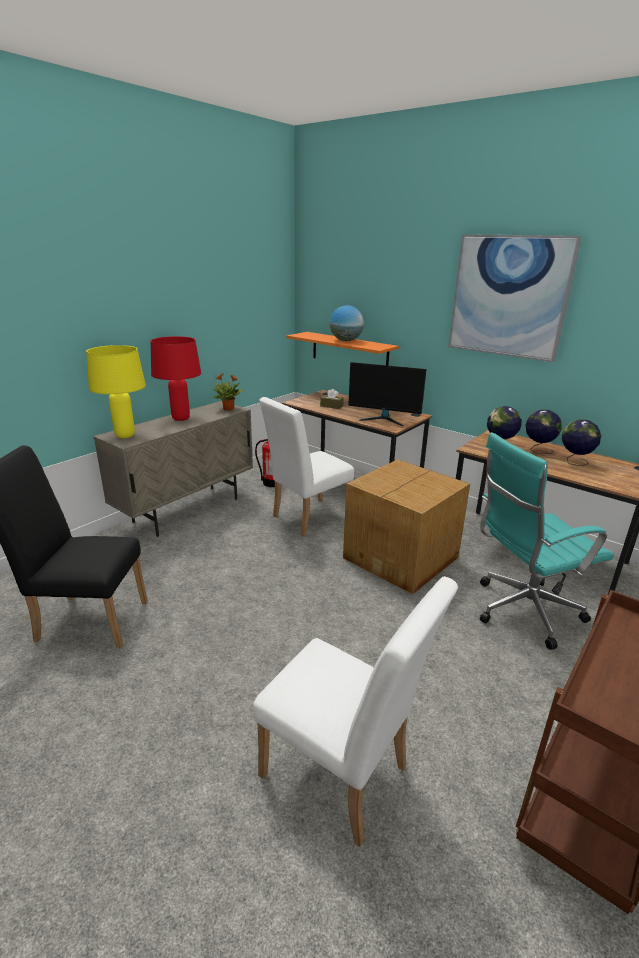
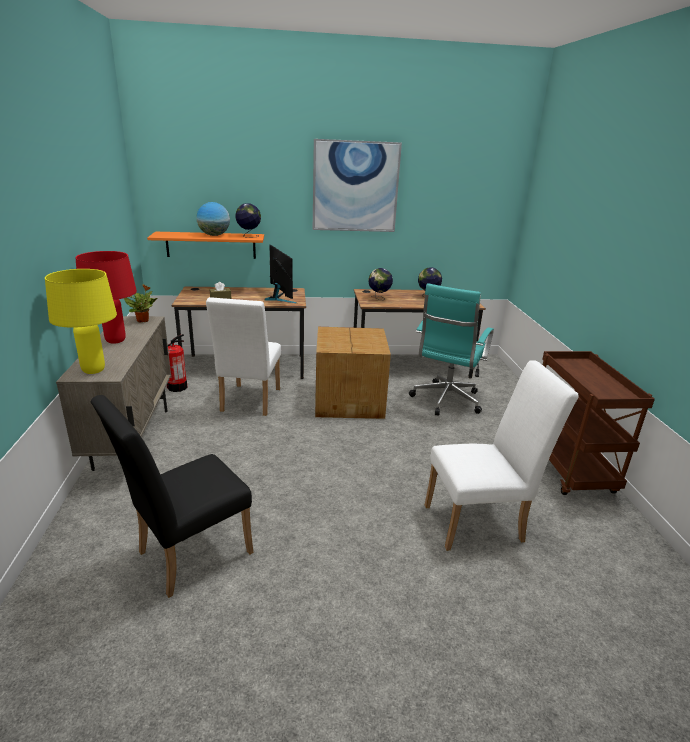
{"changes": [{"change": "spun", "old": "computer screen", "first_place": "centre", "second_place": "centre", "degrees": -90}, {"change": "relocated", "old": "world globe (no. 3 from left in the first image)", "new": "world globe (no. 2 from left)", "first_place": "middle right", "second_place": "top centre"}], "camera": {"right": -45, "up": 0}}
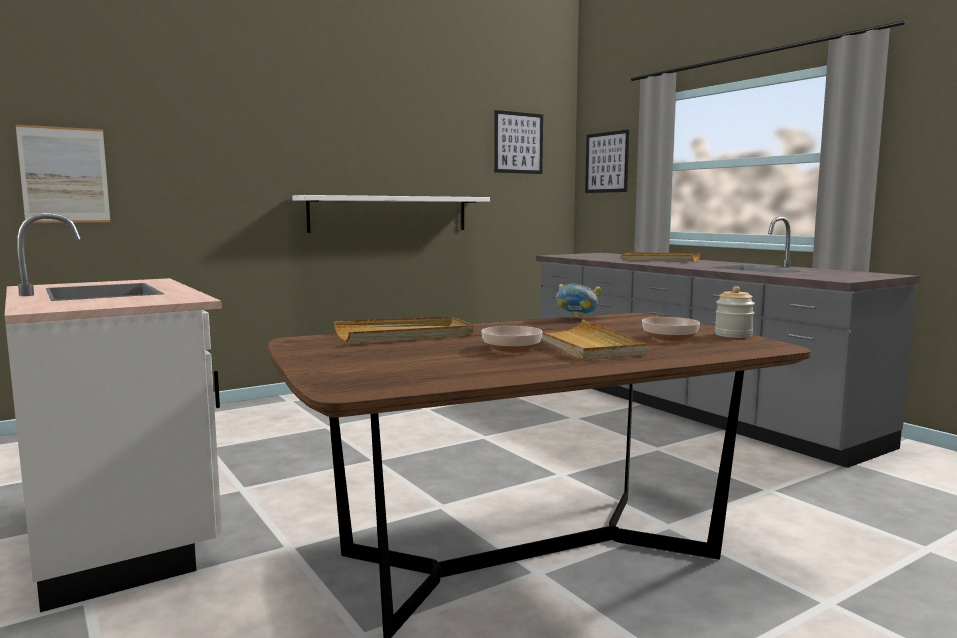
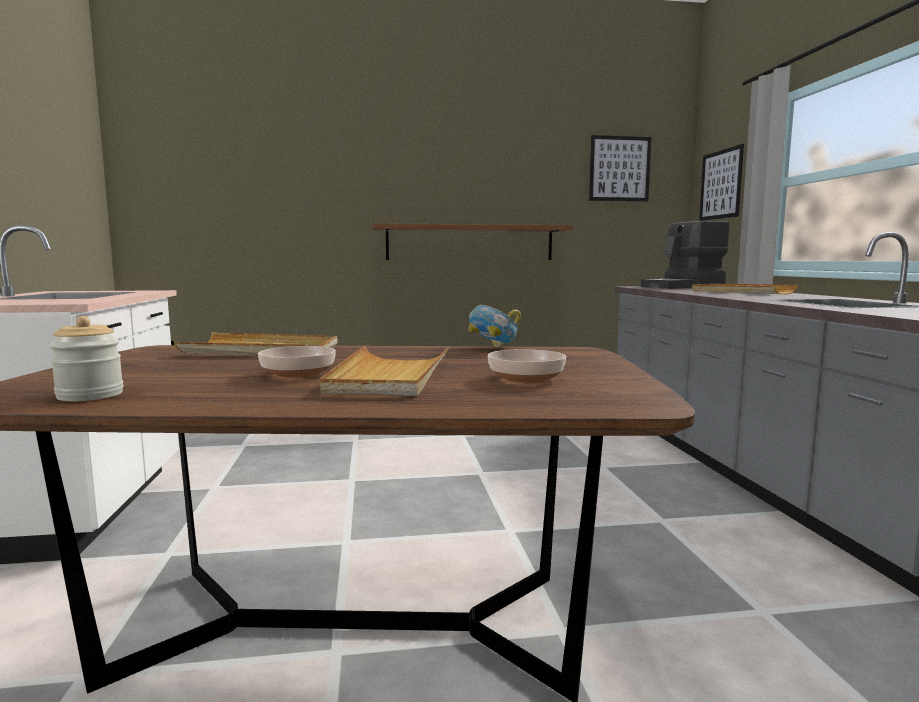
{"changes": [{"change": "missing", "old": "wall art (no. 1 from left)", "first_place": "top left"}, {"change": "colour", "old": "white bracket shelf", "new": "brownish bracket shelf", "first_place": "centre", "second_place": "centre"}, {"change": "relocated", "old": "storage jar", "first_place": "middle right", "second_place": "middle left"}, {"change": "appeared", "new": "coffee maker", "second_place": "middle right"}], "camera": {"right": 25, "up": 0}}
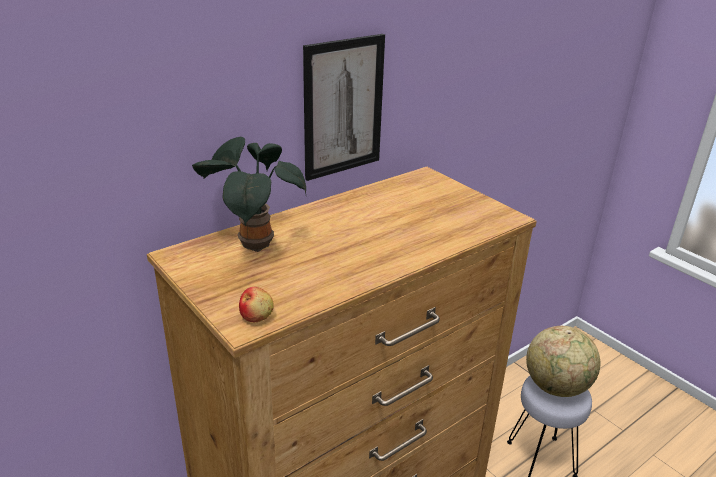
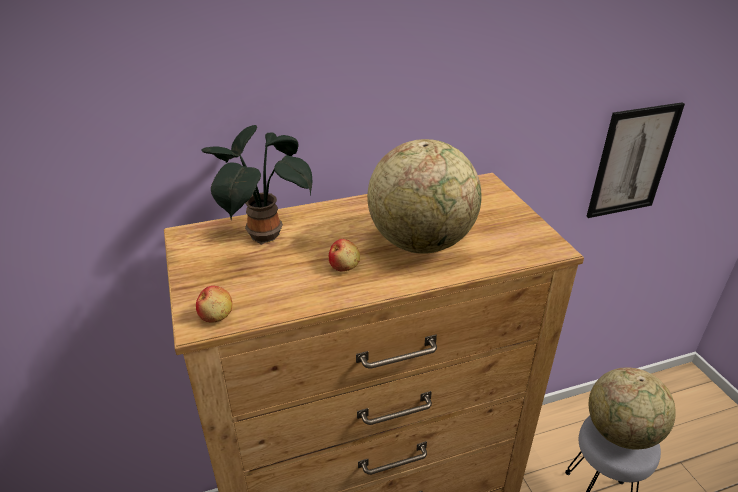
{"changes": [{"change": "relocated", "old": "wall art", "first_place": "top centre", "second_place": "top right"}, {"change": "appeared", "new": "world globe (no. 1 from left)", "second_place": "centre"}, {"change": "appeared", "new": "apple (no. 2 from left)", "second_place": "centre"}], "camera": {"right": 20, "up": 5}}
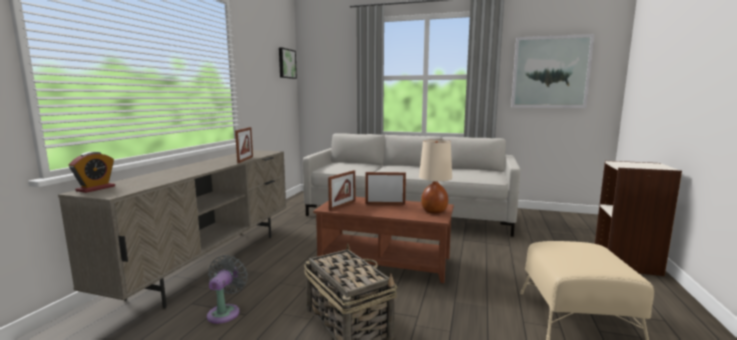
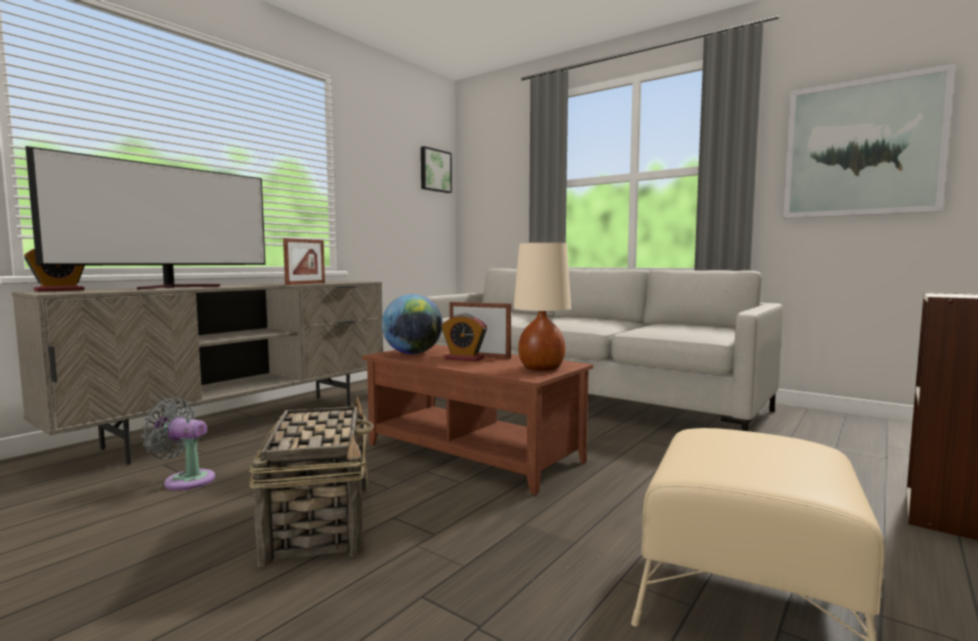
{"changes": [{"change": "exchanged", "old": "picture frame (no. 2 from left)", "new": "world globe", "first_place": "centre", "second_place": "centre"}, {"change": "spun", "old": "gray fan", "first_place": "bottom left", "second_place": "bottom left", "degrees": -105}, {"change": "appeared", "new": "TV set", "second_place": "middle left"}, {"change": "appeared", "new": "bedside clock (no. 2 from left)", "second_place": "centre"}], "camera": {"right": 20, "up": -5}}
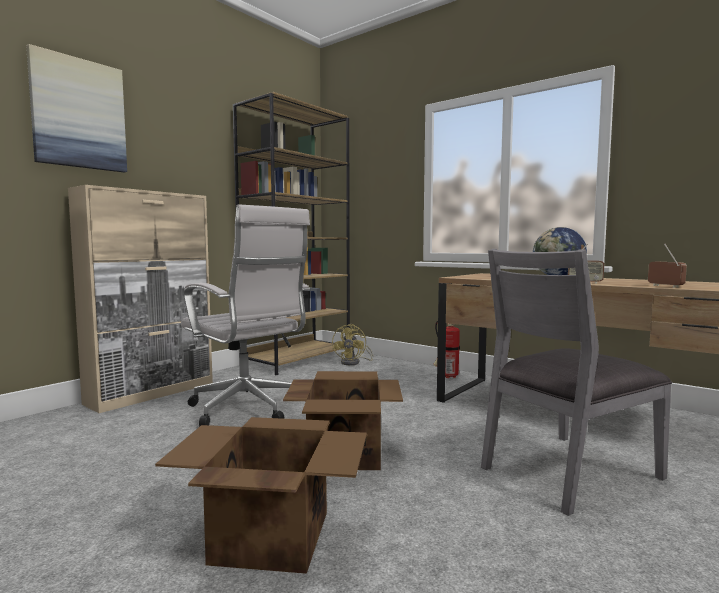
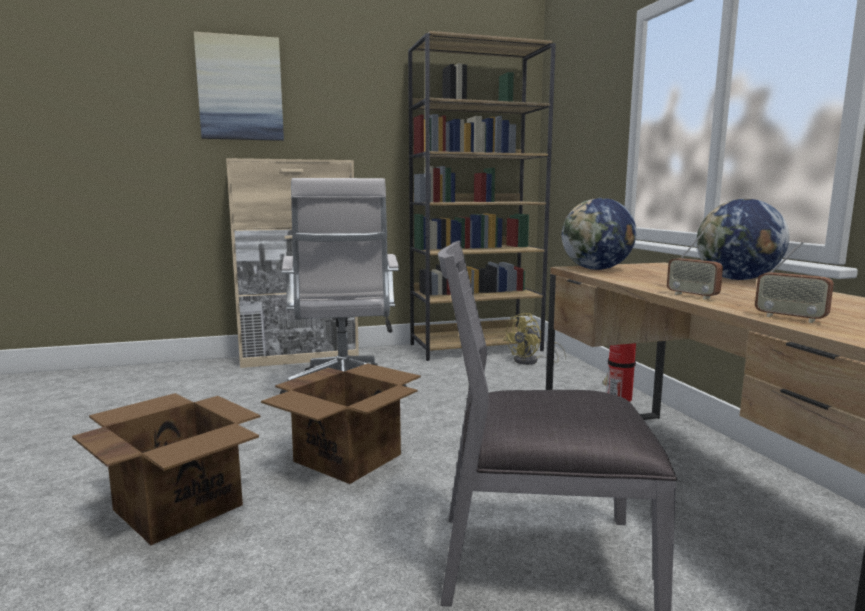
{"changes": [{"change": "spun", "old": "radio (no. 2 from left)", "first_place": "middle right", "second_place": "middle right", "degrees": 120}, {"change": "appeared", "new": "world globe (no. 1 from left)", "second_place": "middle right"}], "camera": {"right": 35, "up": 5}}
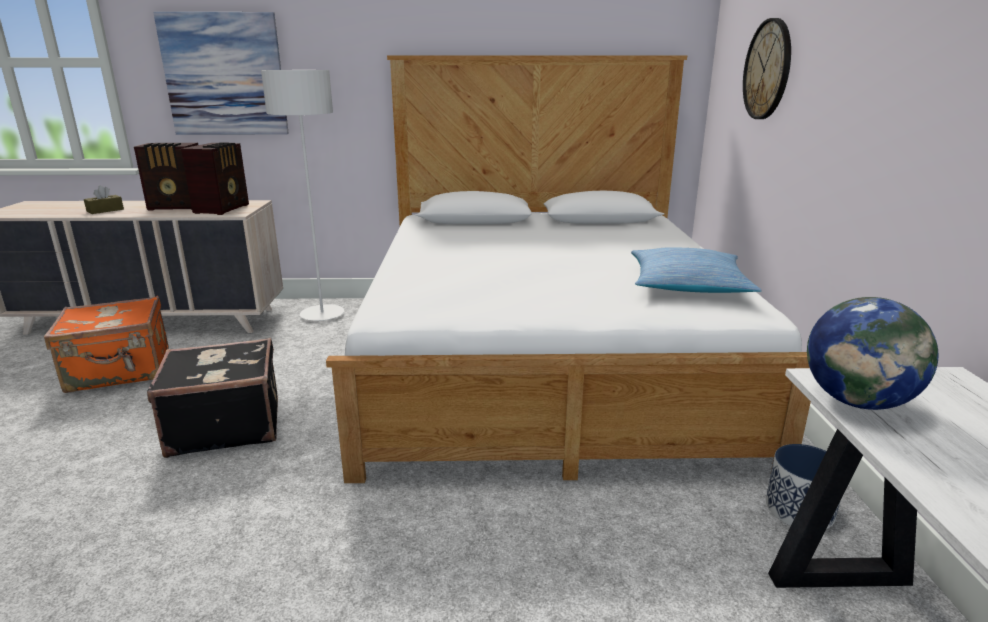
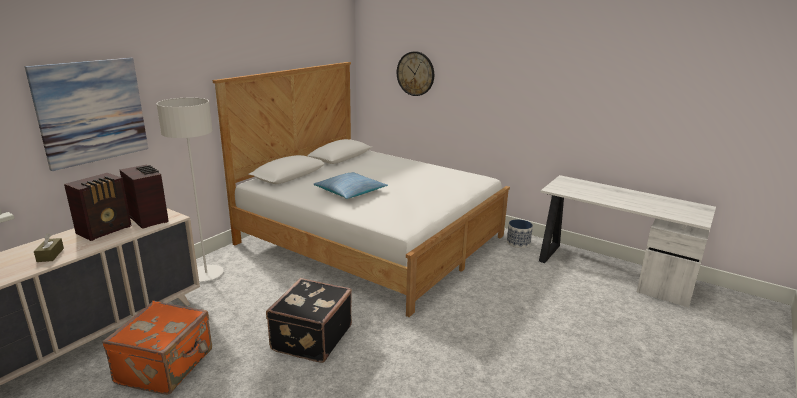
{"changes": [{"change": "relocated", "old": "cushion", "first_place": "middle right", "second_place": "centre"}, {"change": "missing", "old": "world globe", "first_place": "middle right"}], "camera": {"right": -55, "up": 0}}
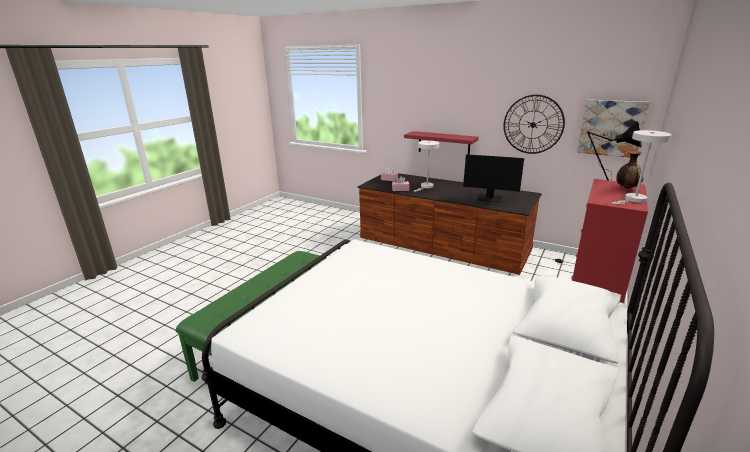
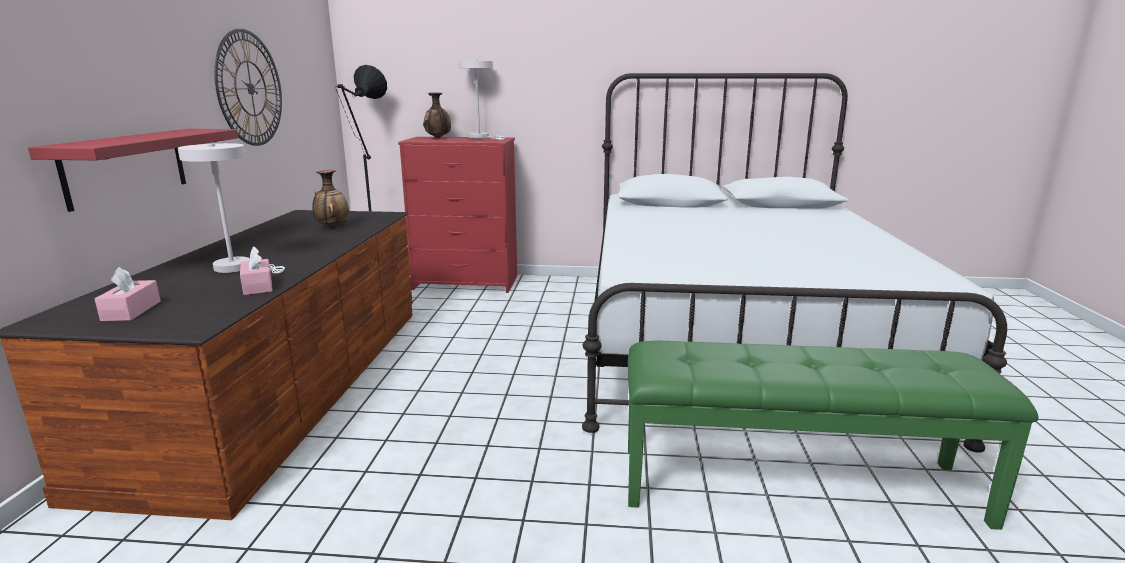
{"changes": [{"change": "missing", "old": "wall art", "first_place": "top right"}, {"change": "exchanged", "old": "computer screen", "new": "decorative vase (no. 1 from left)", "first_place": "centre", "second_place": "middle left"}], "camera": {"right": -115, "up": -5}}
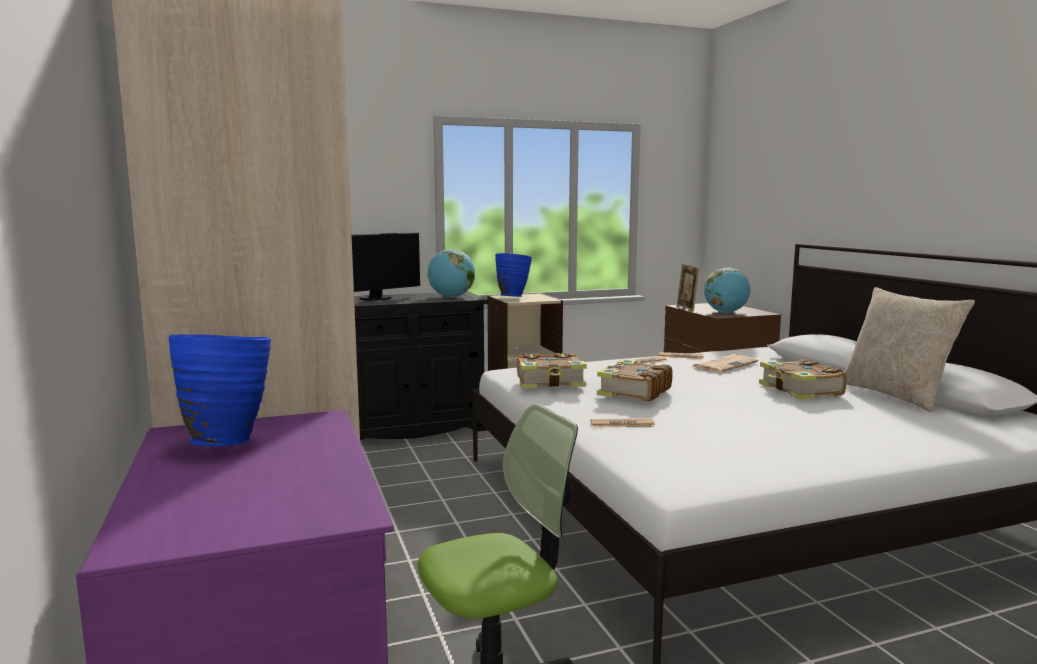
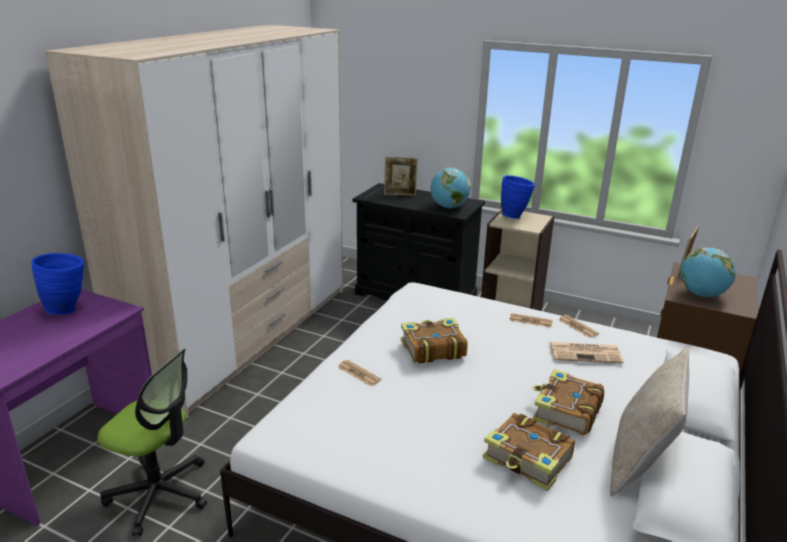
{"changes": [{"change": "exchanged", "old": "computer screen", "new": "picture frame (no. 1 from left)", "first_place": "centre", "second_place": "top centre"}, {"change": "relocated", "old": "book (no. 1 from left in the first image)", "new": "book (no. 2 from left)", "first_place": "centre", "second_place": "bottom right"}], "camera": {"right": 45, "up": 15}}
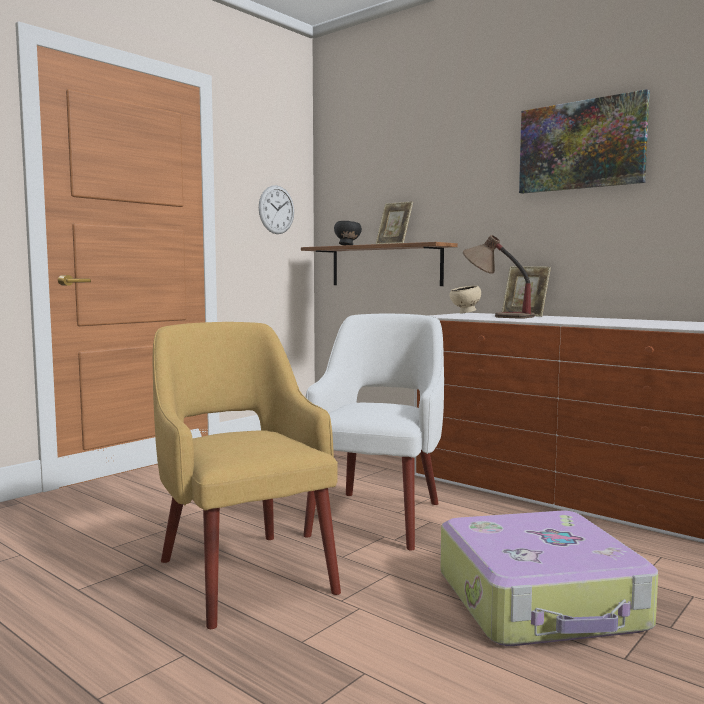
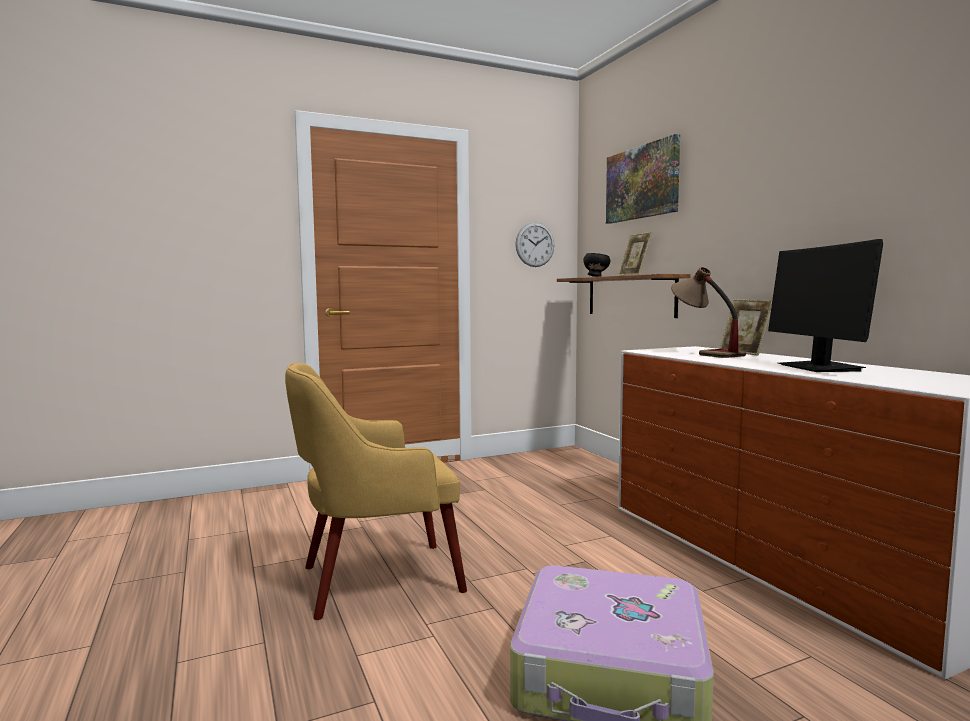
{"changes": [{"change": "relocated", "old": "wall art", "first_place": "top right", "second_place": "top centre"}, {"change": "missing", "old": "beige-coloured bowl", "first_place": "centre"}, {"change": "missing", "old": "white armchair", "first_place": "centre"}, {"change": "spun", "old": "yellowish armchair", "first_place": "bottom centre", "second_place": "bottom centre", "degrees": -105}, {"change": "appeared", "new": "computer screen", "second_place": "middle right"}], "camera": {"right": 25, "up": 0}}
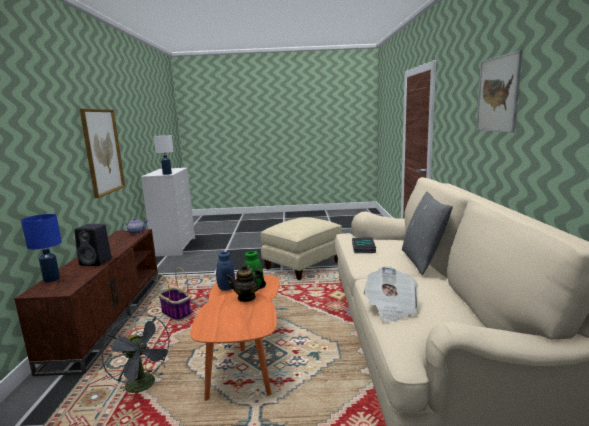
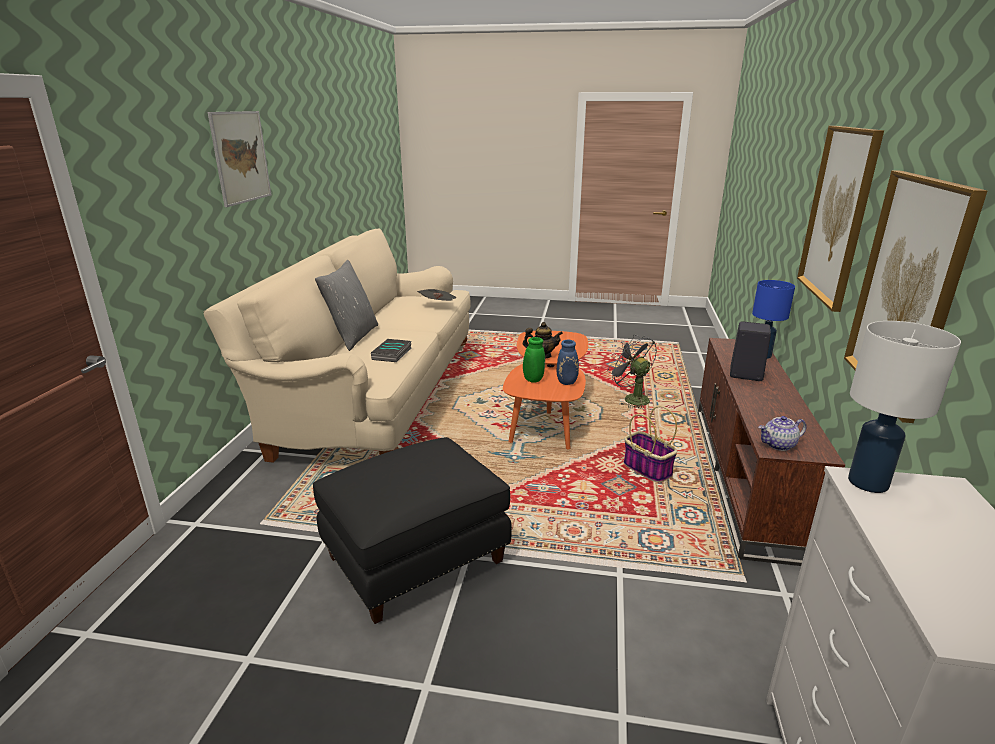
{"changes": [{"change": "colour", "old": "beige-coloured pouffe", "new": "black-coloured pouffe", "first_place": "centre", "second_place": "bottom centre"}, {"change": "appeared", "new": "wall art (no. 2 from left)", "second_place": "top right"}], "camera": {"right": -170, "up": 10}}
